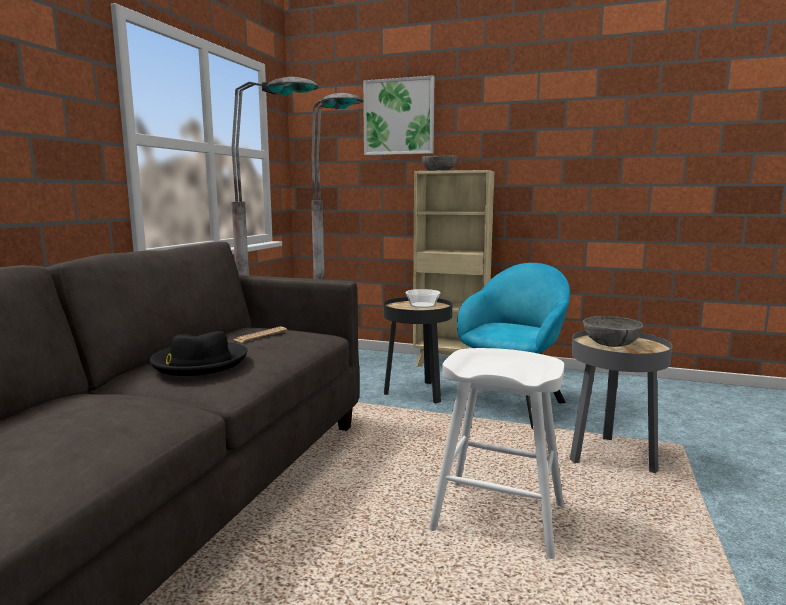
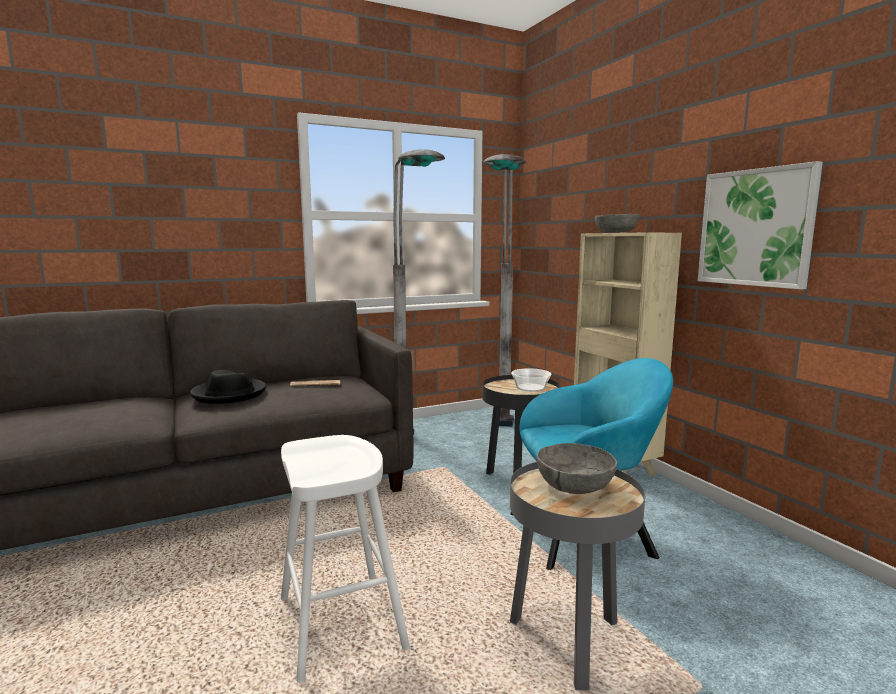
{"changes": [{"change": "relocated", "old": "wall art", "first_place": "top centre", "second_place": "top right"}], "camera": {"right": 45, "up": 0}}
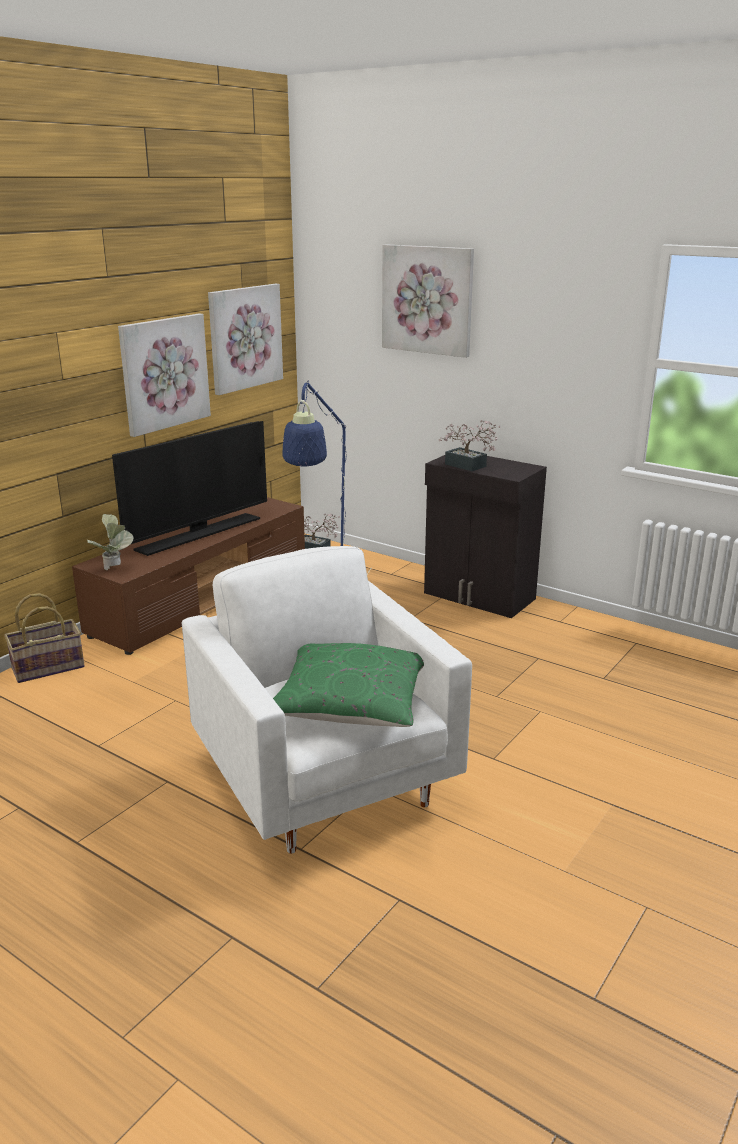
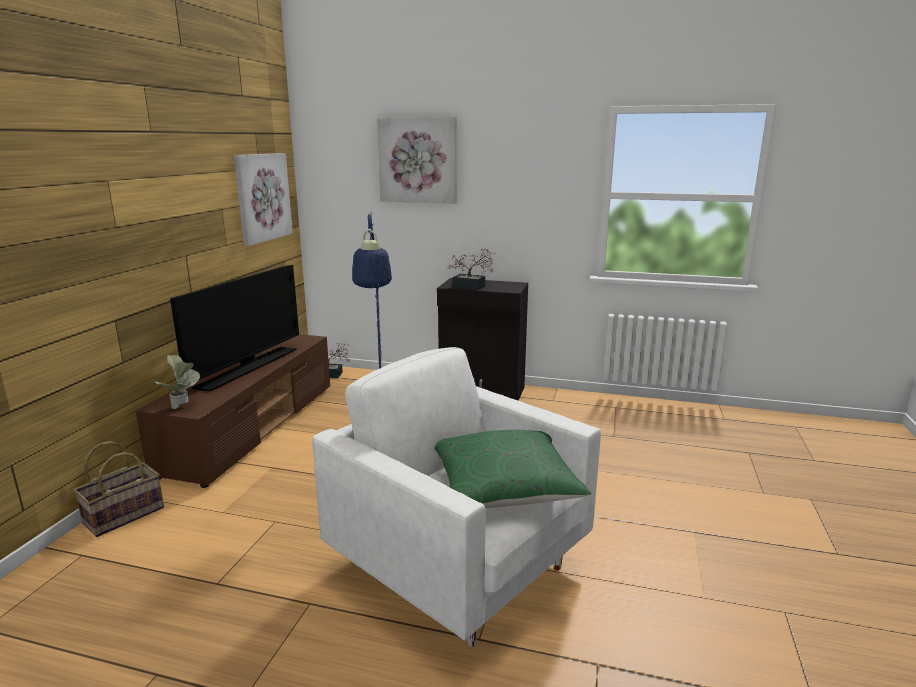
{"changes": [{"change": "missing", "old": "wall art (no. 1 from left)", "first_place": "top left"}], "camera": {"right": -20, "up": -5}}
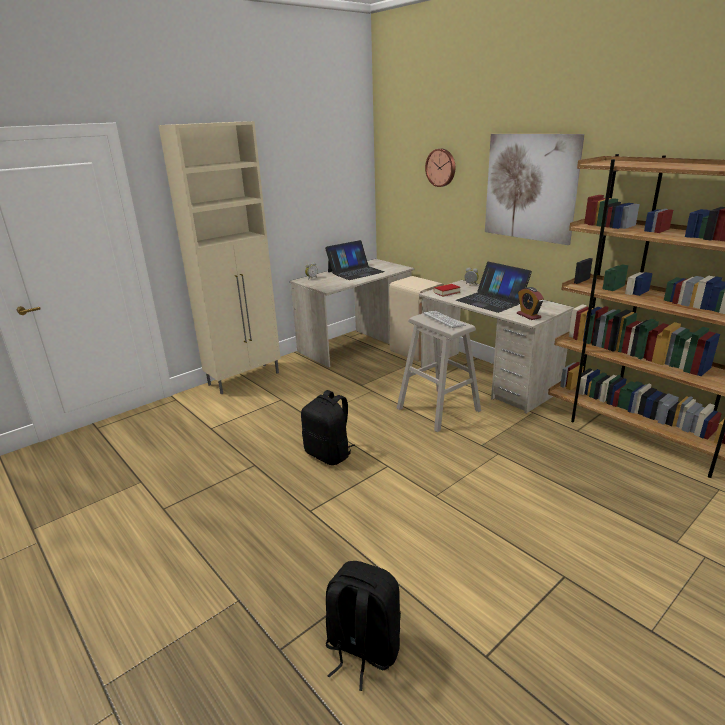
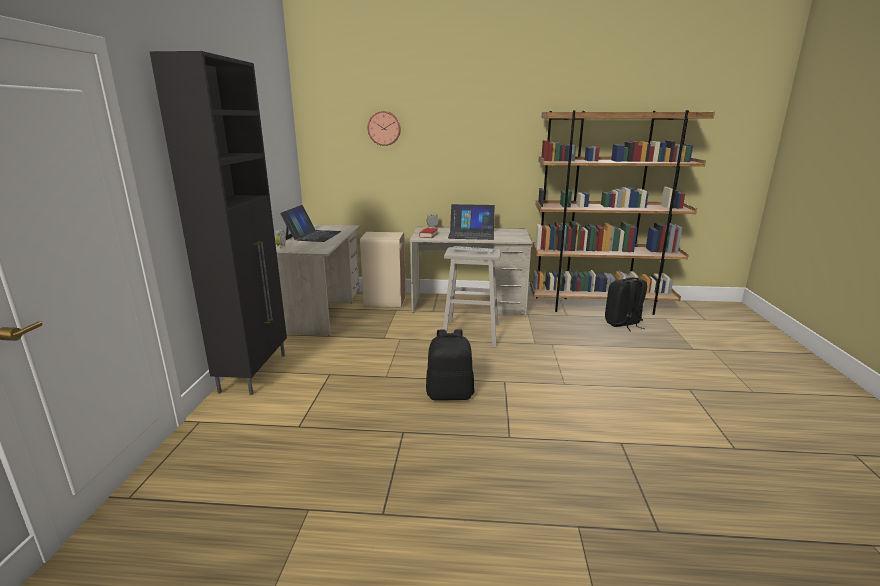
{"changes": [{"change": "colour", "old": "beige-coloured cabinet", "new": "black-coloured cabinet", "first_place": "middle left", "second_place": "middle left"}, {"change": "missing", "old": "wall art", "first_place": "top right"}, {"change": "missing", "old": "bedside clock (no. 3 from left)", "first_place": "middle right"}, {"change": "relocated", "old": "black-coloured knapsack (no. 2 from left)", "first_place": "bottom centre", "second_place": "middle right"}], "camera": {"right": -45, "up": -5}}
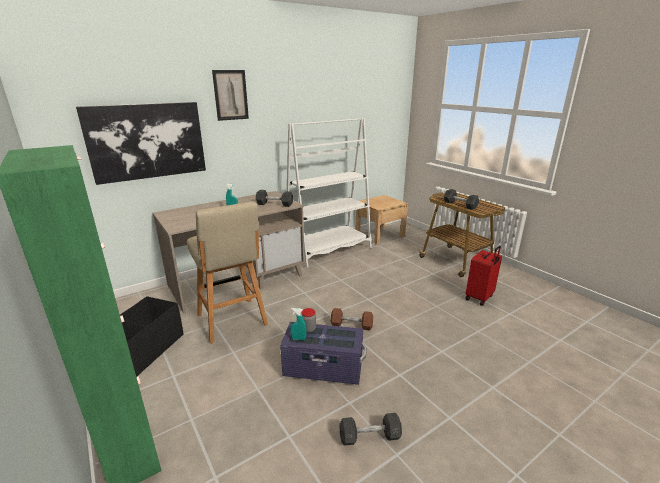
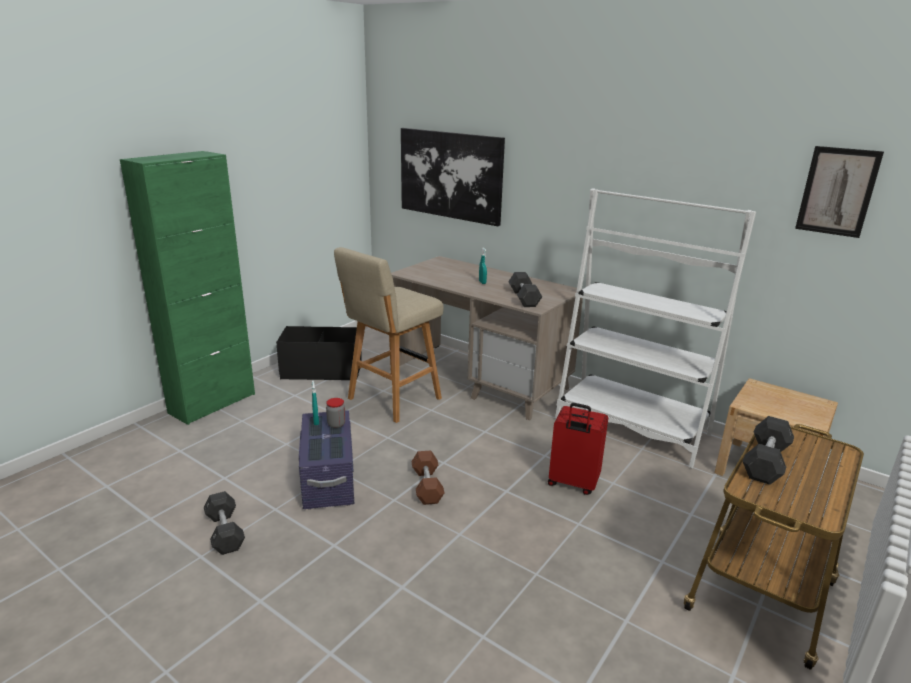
{"changes": [{"change": "relocated", "old": "wall art (no. 2 from left)", "first_place": "top centre", "second_place": "top right"}, {"change": "relocated", "old": "red-coloured piece of luggage", "first_place": "middle right", "second_place": "centre"}], "camera": {"right": 70, "up": 0}}
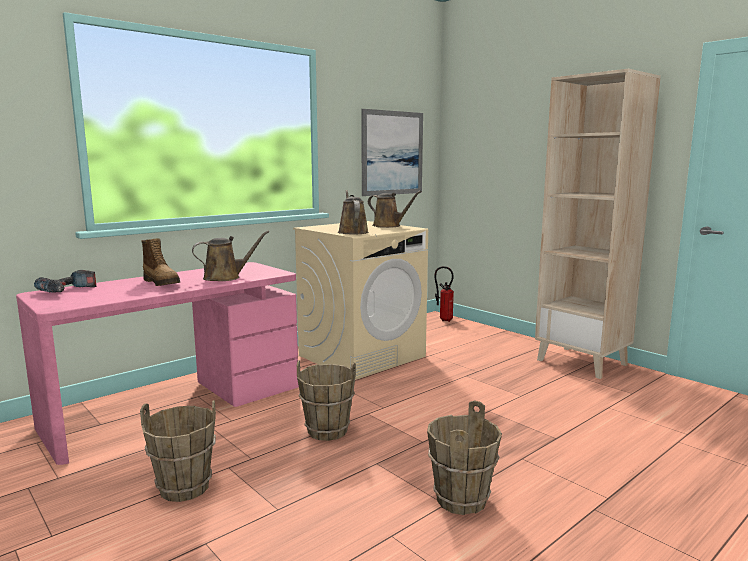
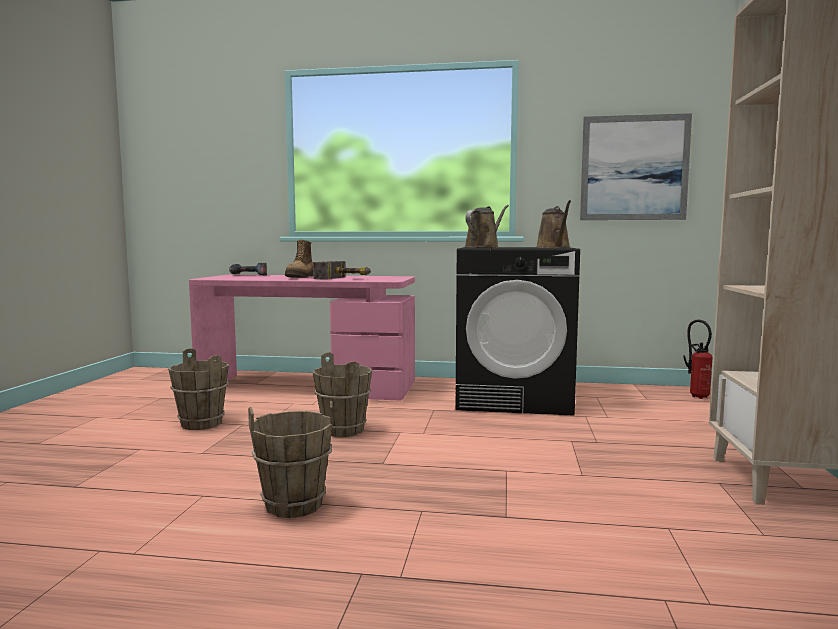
{"changes": [{"change": "colour", "old": "beige-coloured laundry machine", "new": "black-coloured laundry machine", "first_place": "centre", "second_place": "centre"}, {"change": "exchanged", "old": "brownish watering can (no. 1 from left)", "new": "hand hammer", "first_place": "middle left", "second_place": "centre"}], "camera": {"right": 50, "up": -5}}
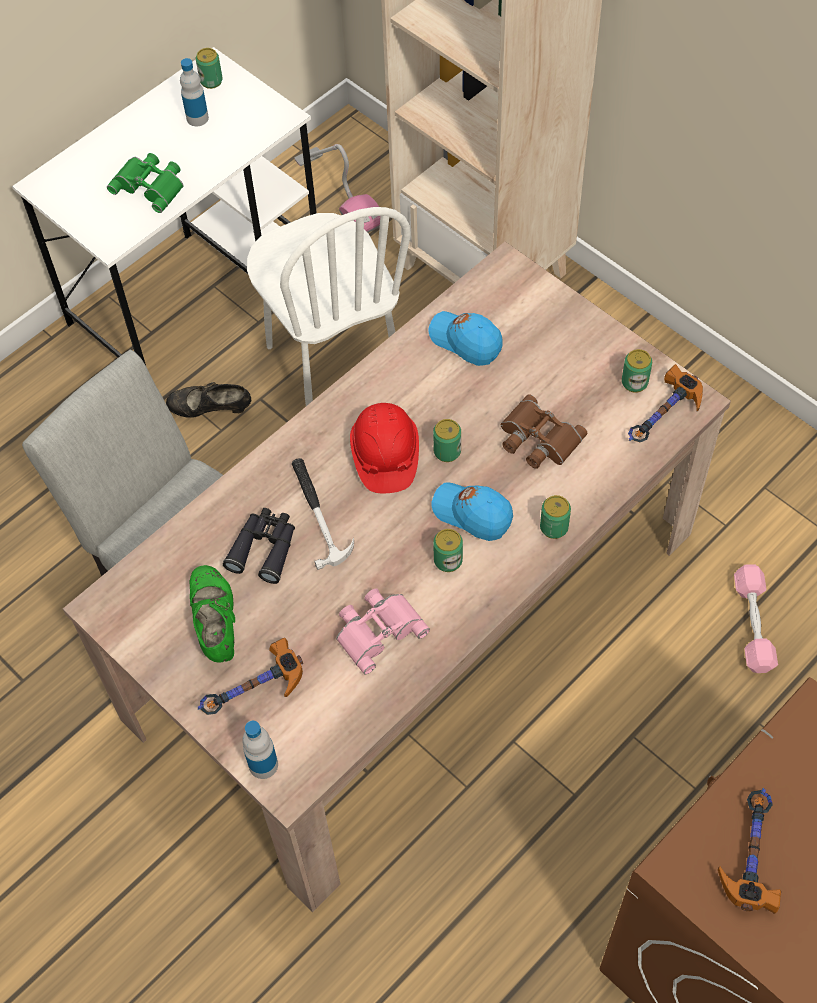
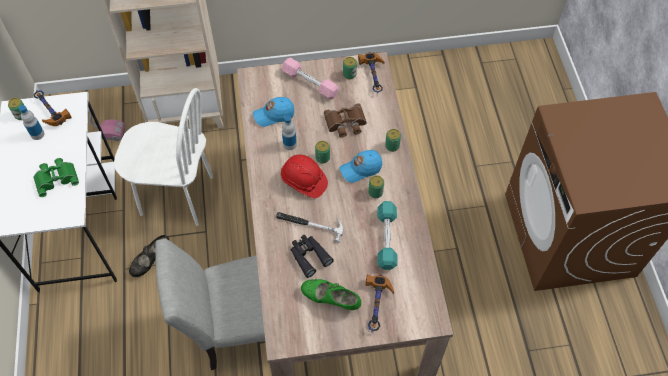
{"changes": [{"change": "relocated", "old": "pinkish hand weight", "first_place": "middle right", "second_place": "top centre"}, {"change": "exchanged", "old": "pinkish pair of binoculars", "new": "blue-green hand weight", "first_place": "centre", "second_place": "centre"}, {"change": "relocated", "old": "beverage bottle (no. 2 from left)", "first_place": "bottom left", "second_place": "centre"}, {"change": "relocated", "old": "hand hammer (no. 4 from left in the first image)", "new": "hand hammer (no. 1 from left)", "first_place": "bottom right", "second_place": "top left"}], "camera": {"right": -55, "up": 0}}
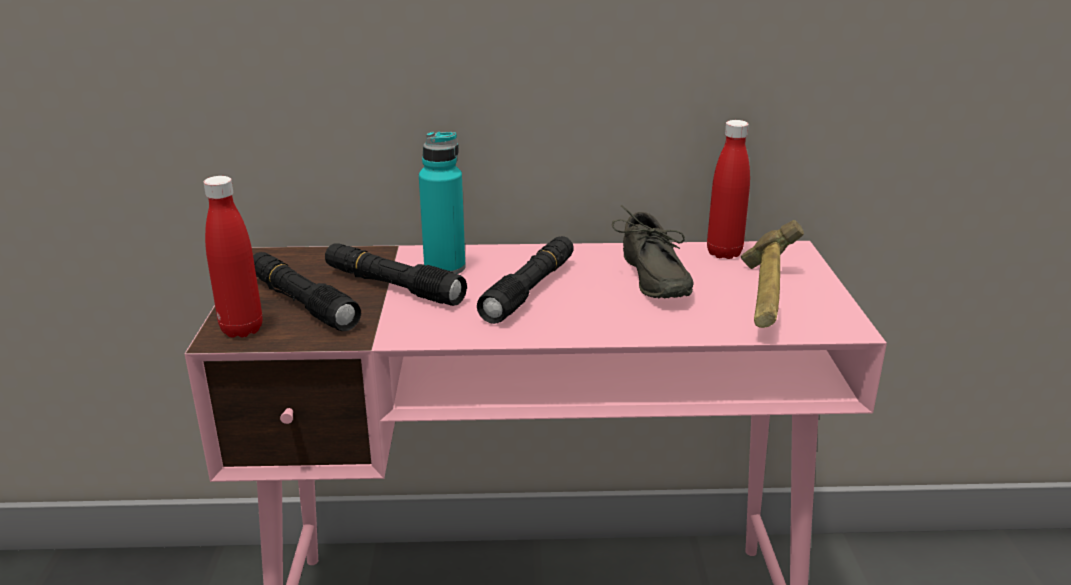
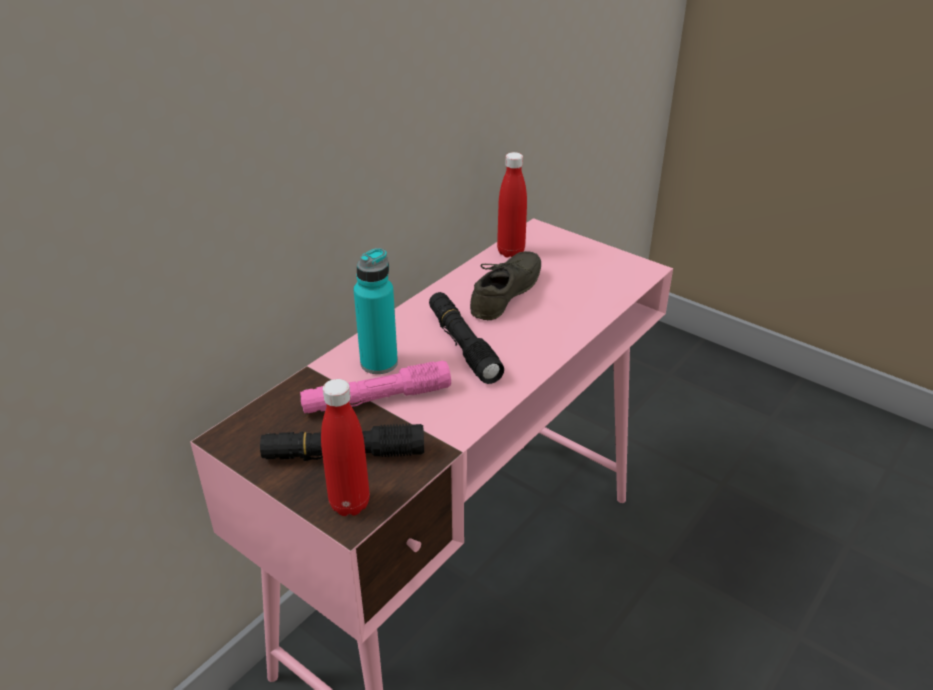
{"changes": [{"change": "spun", "old": "gray shoe", "first_place": "centre", "second_place": "centre", "degrees": -90}, {"change": "missing", "old": "hand hammer", "first_place": "middle right"}, {"change": "colour", "old": "black-coloured torch (no. 2 from left)", "new": "pinkish torch", "first_place": "centre", "second_place": "centre"}], "camera": {"right": -50, "up": 10}}
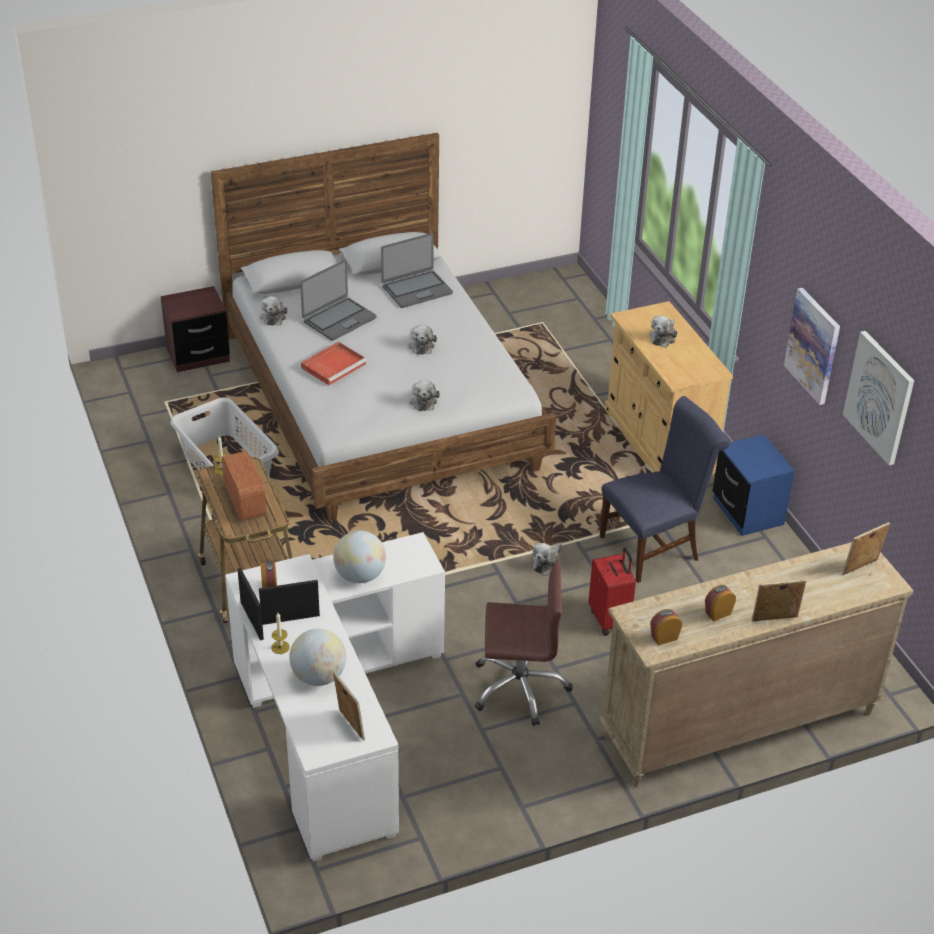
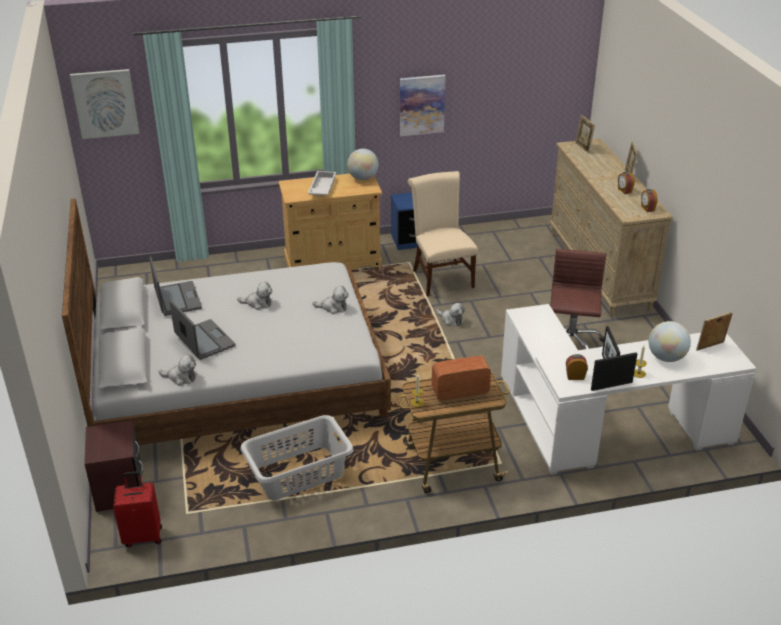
{"changes": [{"change": "exchanged", "old": "soft toy (no. 5 from left)", "new": "white tray", "first_place": "middle right", "second_place": "top centre"}, {"change": "relocated", "old": "wall art (no. 2 from left in the first image)", "new": "wall art (no. 1 from left)", "first_place": "middle right", "second_place": "top left"}, {"change": "missing", "old": "red-coloured tray", "first_place": "centre"}, {"change": "colour", "old": "blue upright chair", "new": "beige-coloured upright chair", "first_place": "middle right", "second_place": "centre"}, {"change": "relocated", "old": "world globe (no. 2 from left in the first image)", "new": "world globe (no. 1 from left)", "first_place": "centre", "second_place": "top centre"}, {"change": "relocated", "old": "red-coloured piece of luggage", "first_place": "centre", "second_place": "bottom left"}], "camera": {"right": -80, "up": -5}}
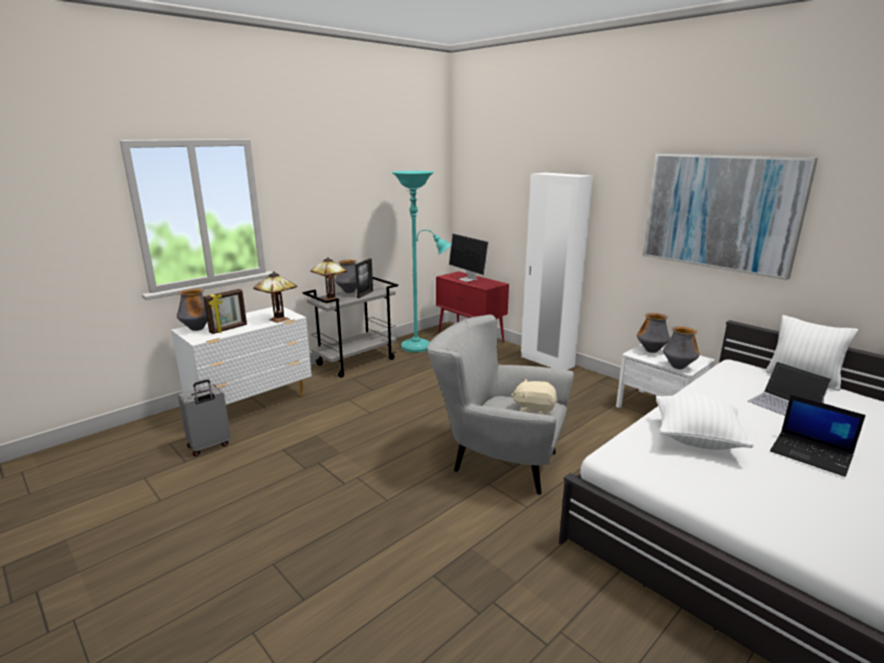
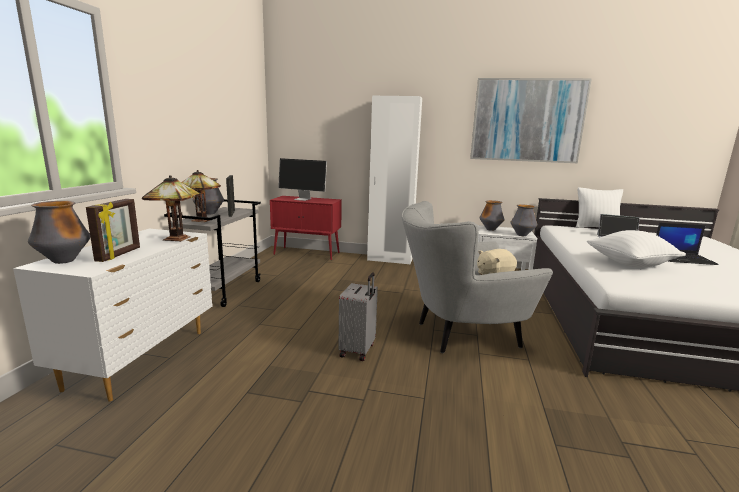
{"changes": [{"change": "missing", "old": "blue-green standing lamp", "first_place": "centre"}, {"change": "relocated", "old": "gray piece of luggage", "first_place": "middle left", "second_place": "centre"}], "camera": {"right": -35, "up": -5}}
